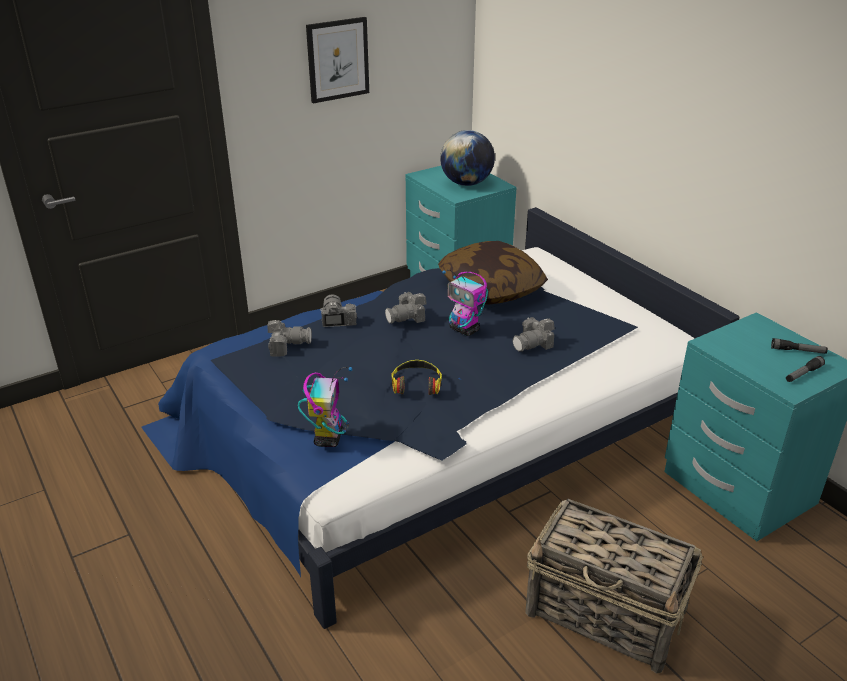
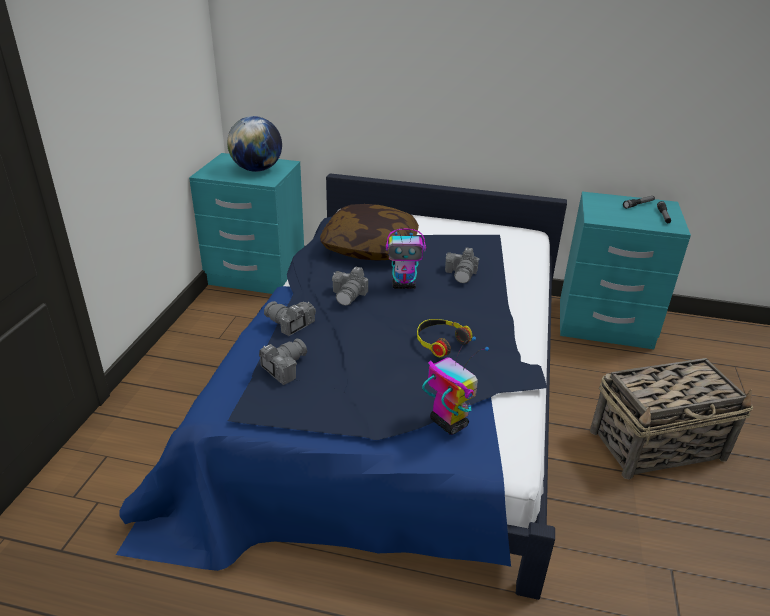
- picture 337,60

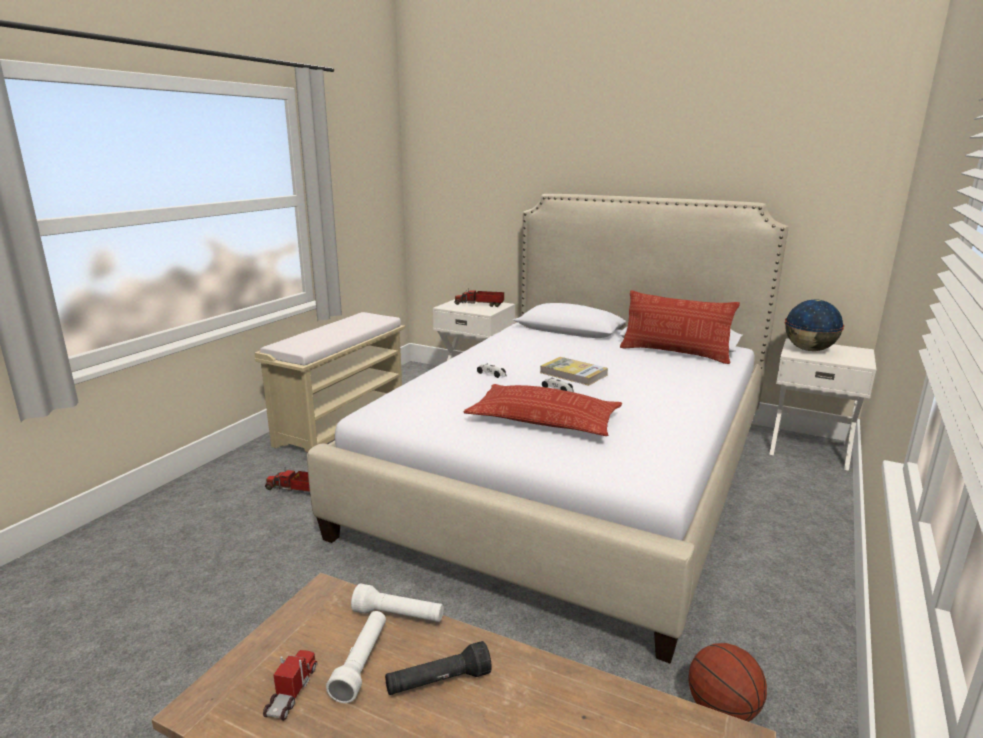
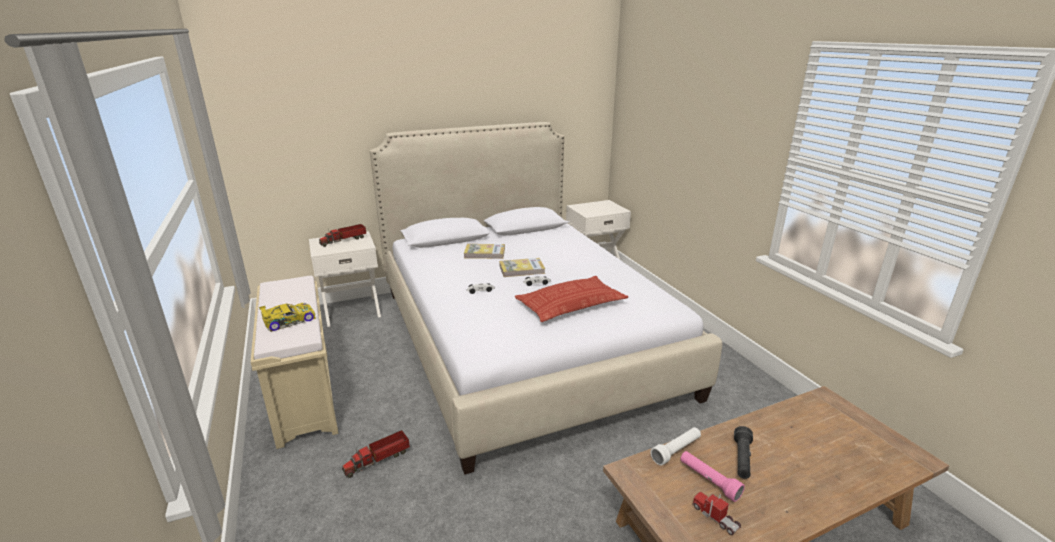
- pillow 680,327
- basketball 728,682
- globe 814,325
+ toy car 287,317
+ book 484,251
~ flashlight (white) 356,657 to flashlight (pink) 712,476

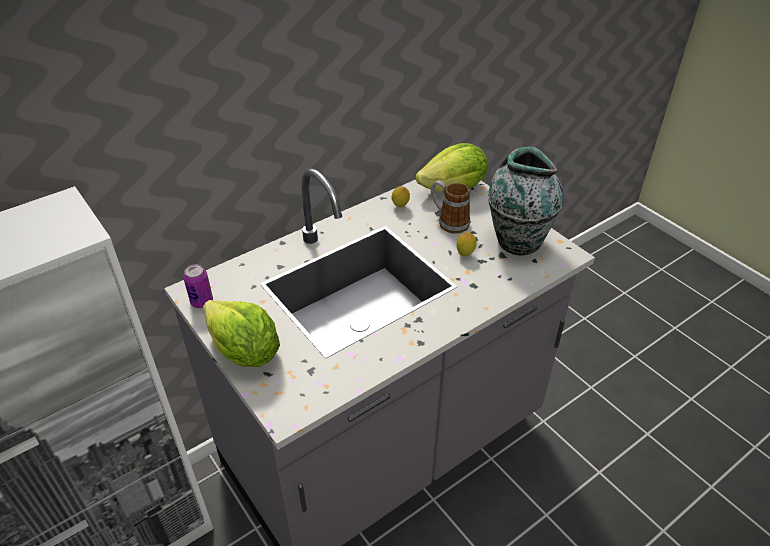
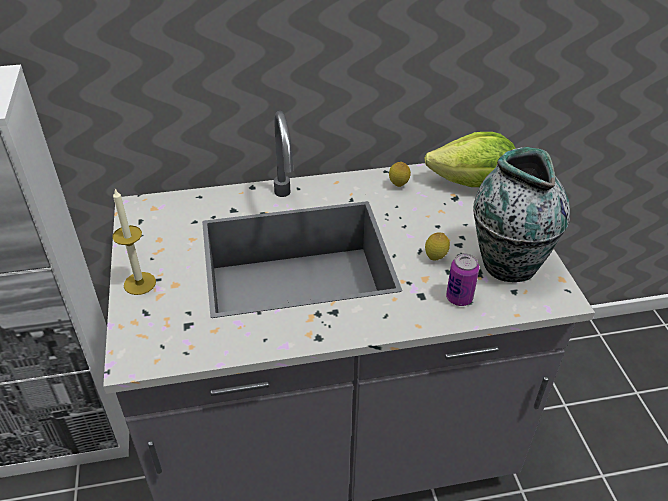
- mug 450,207
~ can 198,286 to 462,279
~ lettuce 241,333 to candle 134,242

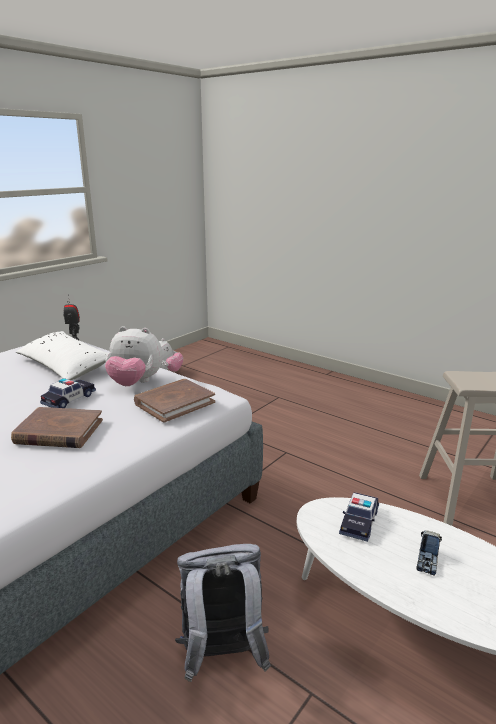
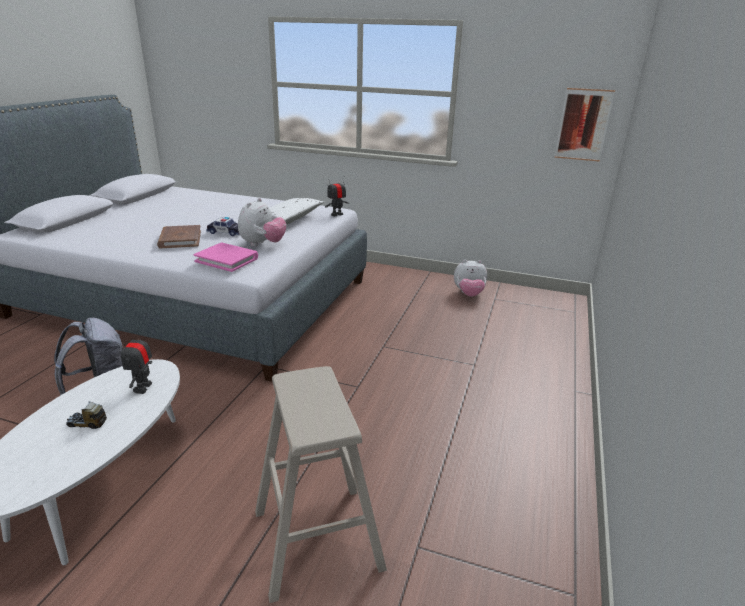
+ picture 585,125
~ toy car 359,517 to toy robot 136,360
~ book (brown) 174,401 to book (pink) 225,257
~ plush toy 134,356 = 262,222 150 degrees counterclockwise

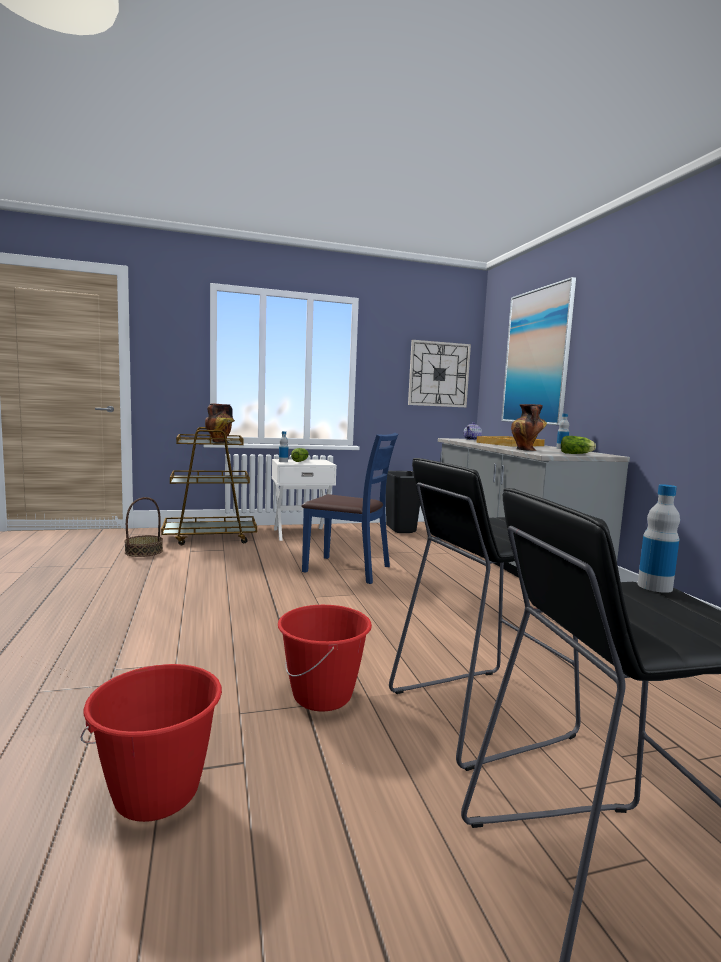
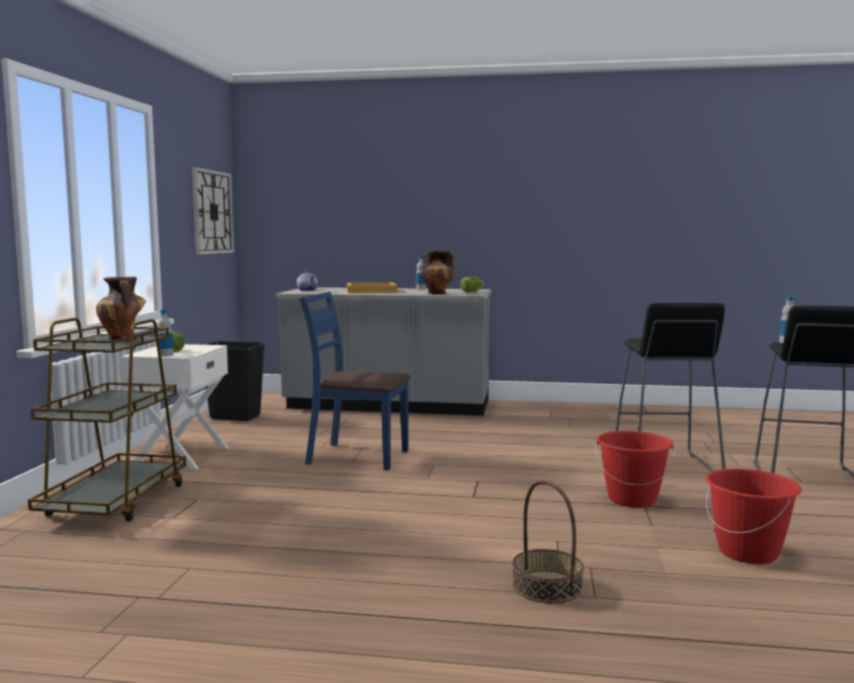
- picture 538,351
~ basket 143,527 to 548,541
~ chair (blue) 349,508 = 355,381 120 degrees counterclockwise

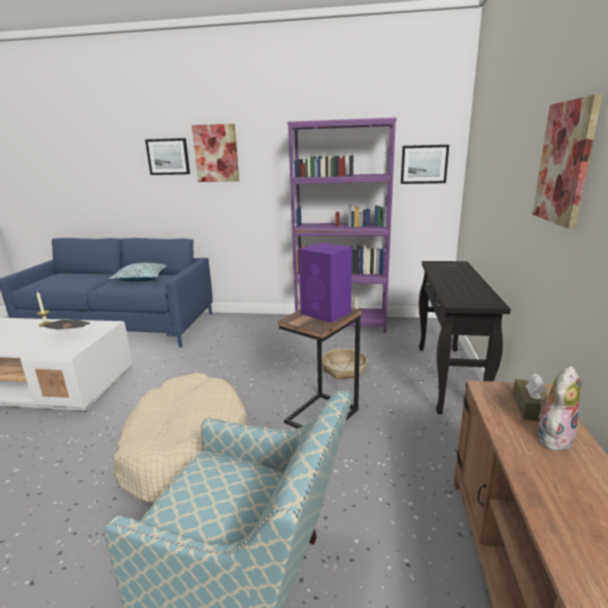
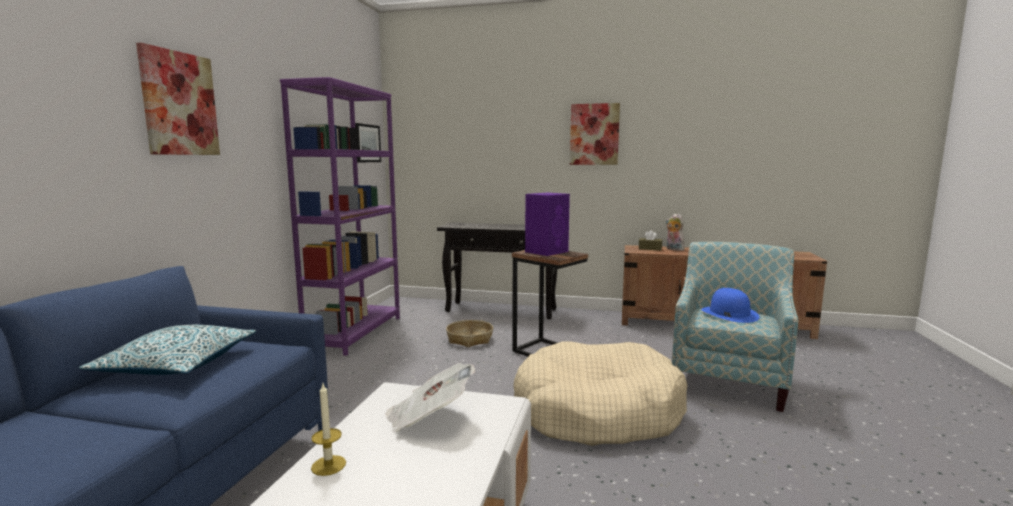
- picture 167,156
+ hat (blue) 730,305

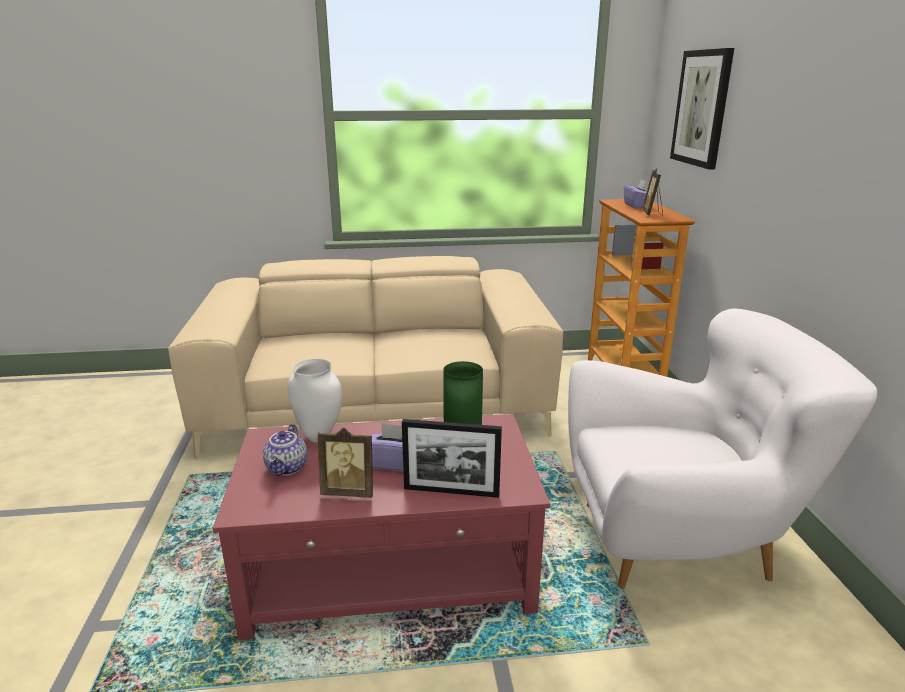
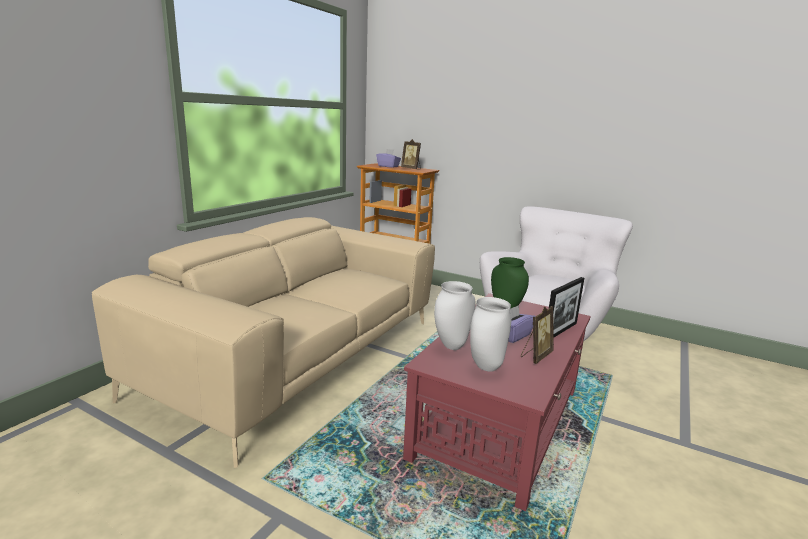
- picture 702,108
~ teapot 285,450 to vase (white) 491,334

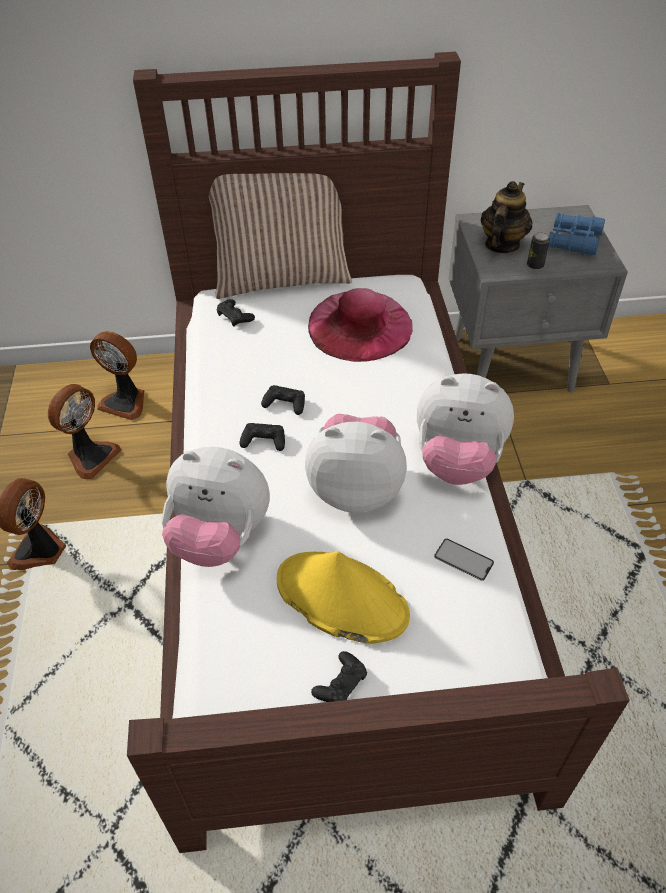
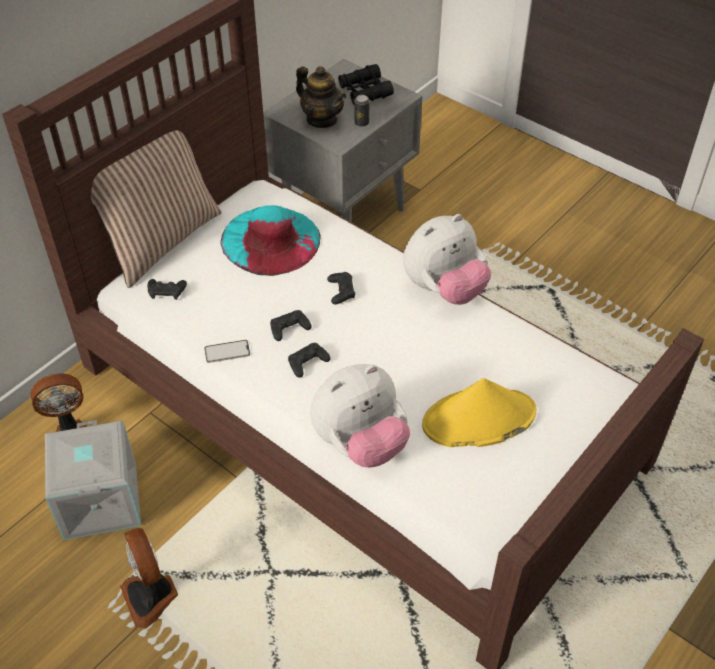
- plush toy 356,463
~ game controller (black) 339,676 to 341,288
~ phone 464,559 to 227,351
~ fan 84,431 to storage box (grey) 93,480
~ hat (pink) 360,325 to hat (turquoise) 270,240
~ binoculars (blue) 576,234 to binoculars (black) 366,84
~ teapot 507,217 = 321,97 150 degrees clockwise

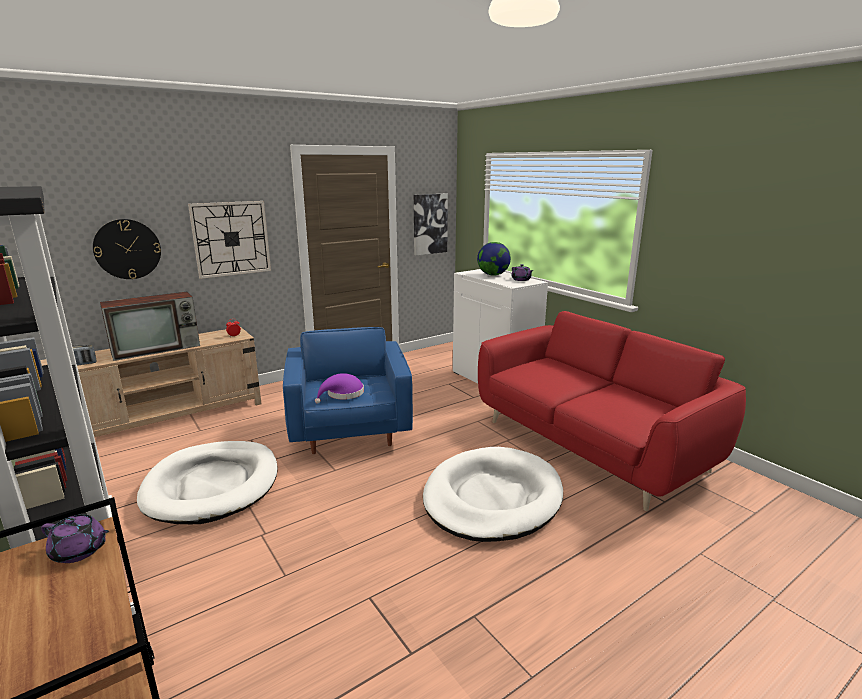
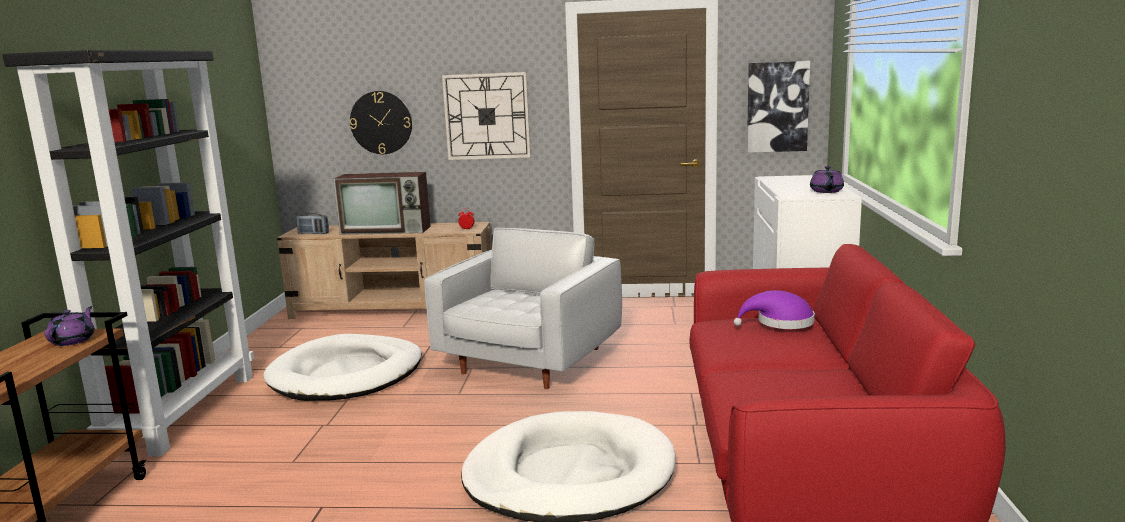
- globe 494,259
~ hat (purple) 339,388 to 774,309
~ armchair (blue) 348,390 to armchair (white) 523,308
~ teapot (purple) 75,538 = 69,326 135 degrees counterclockwise

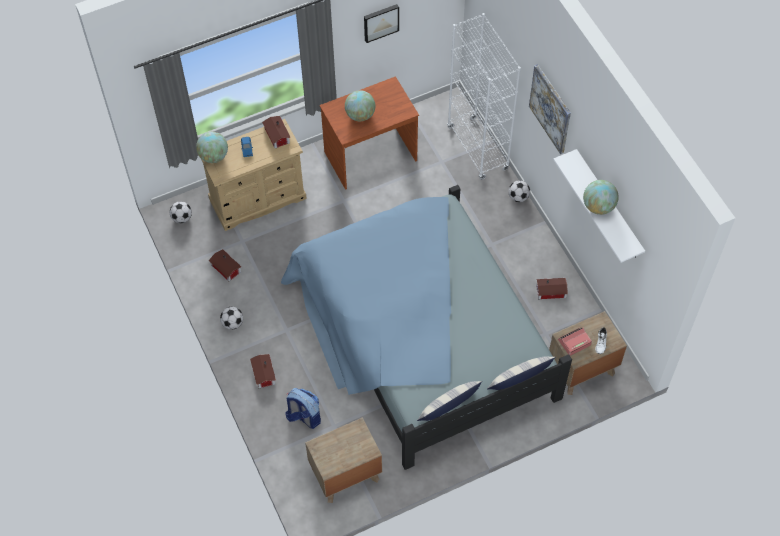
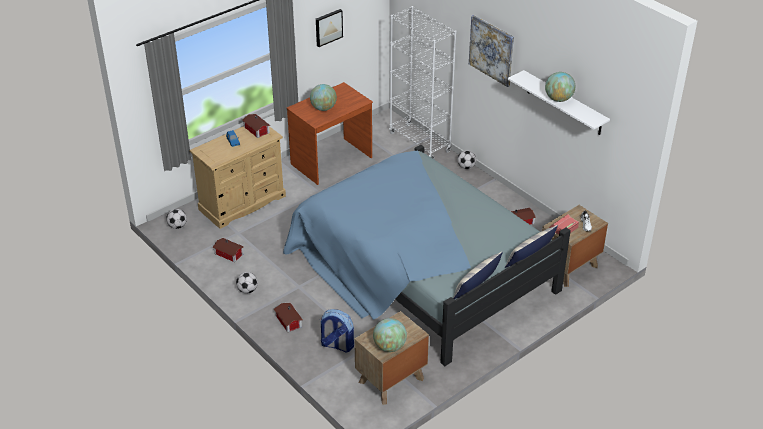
~ globe 212,147 to 390,335

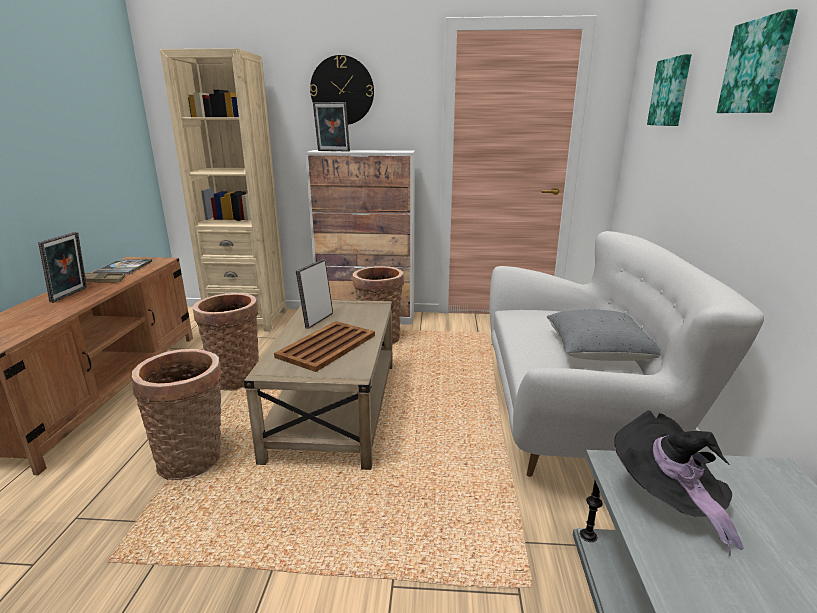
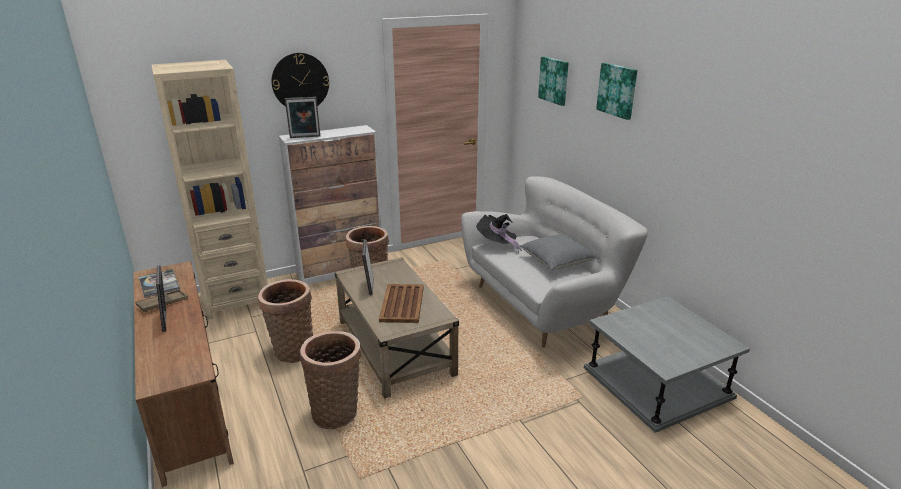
~ hat (black) 679,483 to 499,233

